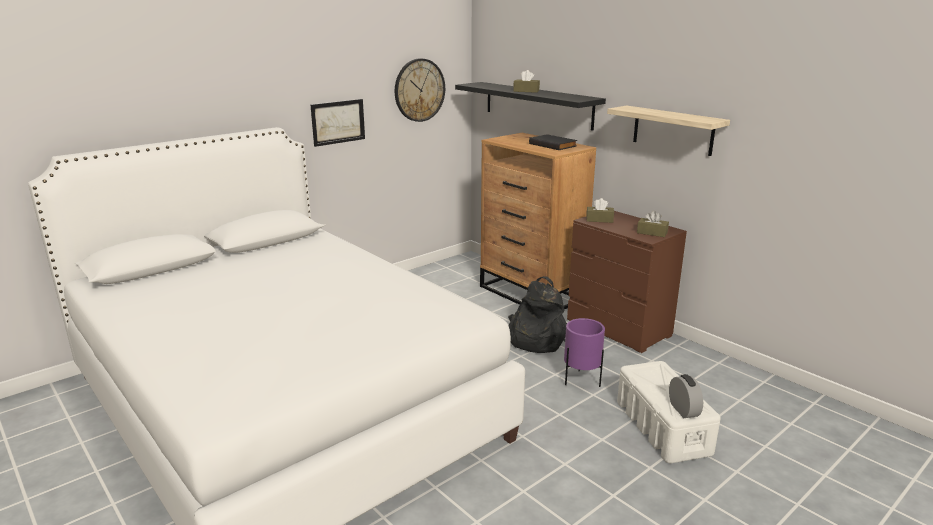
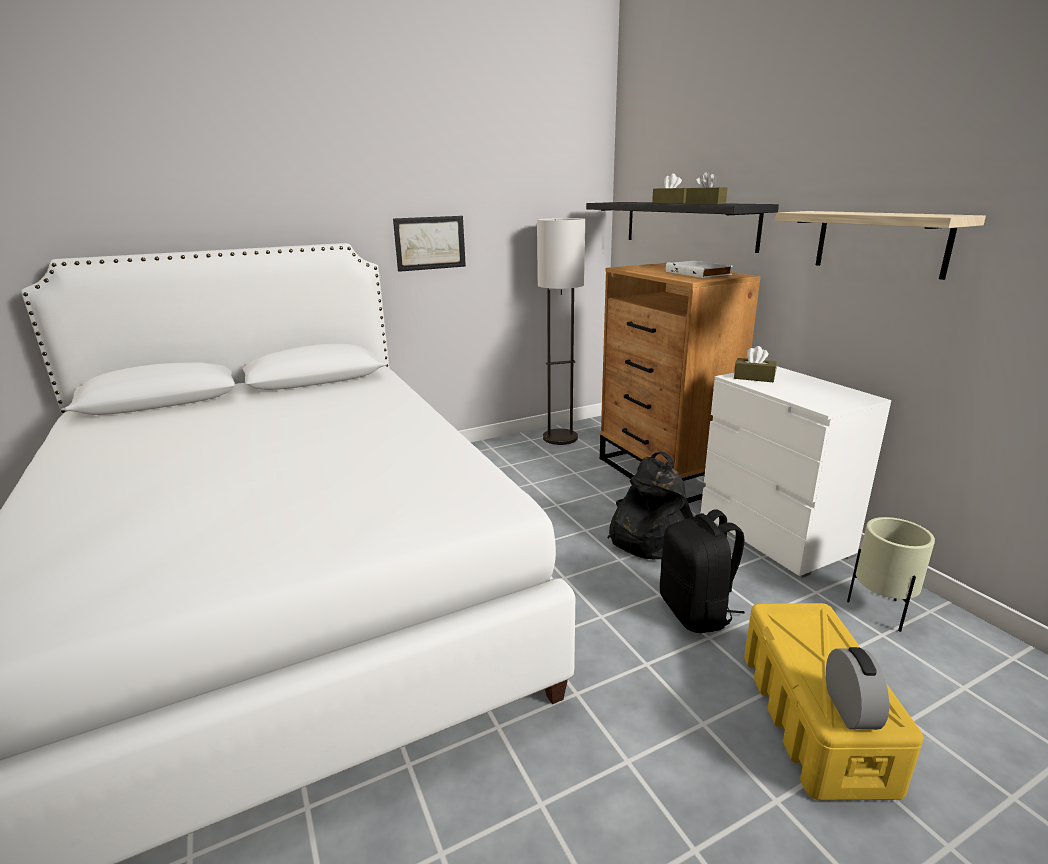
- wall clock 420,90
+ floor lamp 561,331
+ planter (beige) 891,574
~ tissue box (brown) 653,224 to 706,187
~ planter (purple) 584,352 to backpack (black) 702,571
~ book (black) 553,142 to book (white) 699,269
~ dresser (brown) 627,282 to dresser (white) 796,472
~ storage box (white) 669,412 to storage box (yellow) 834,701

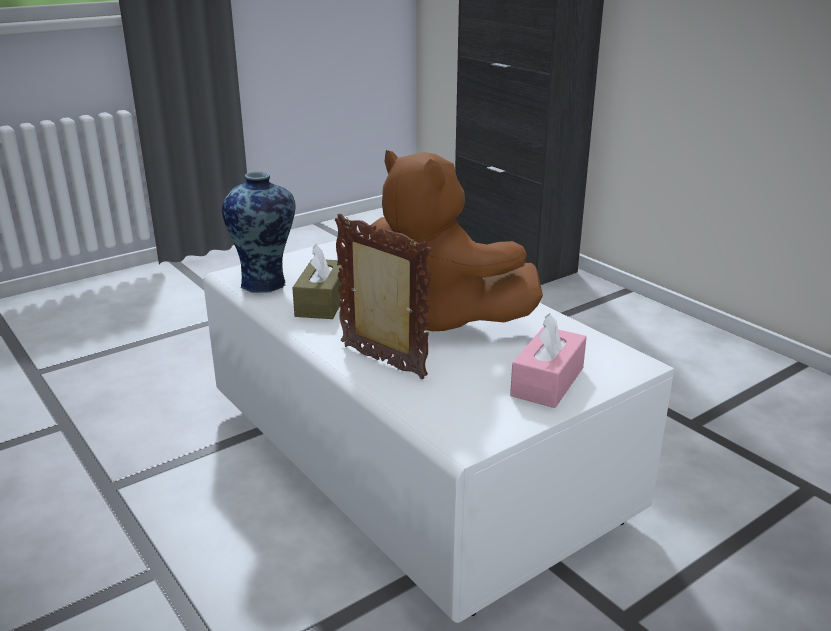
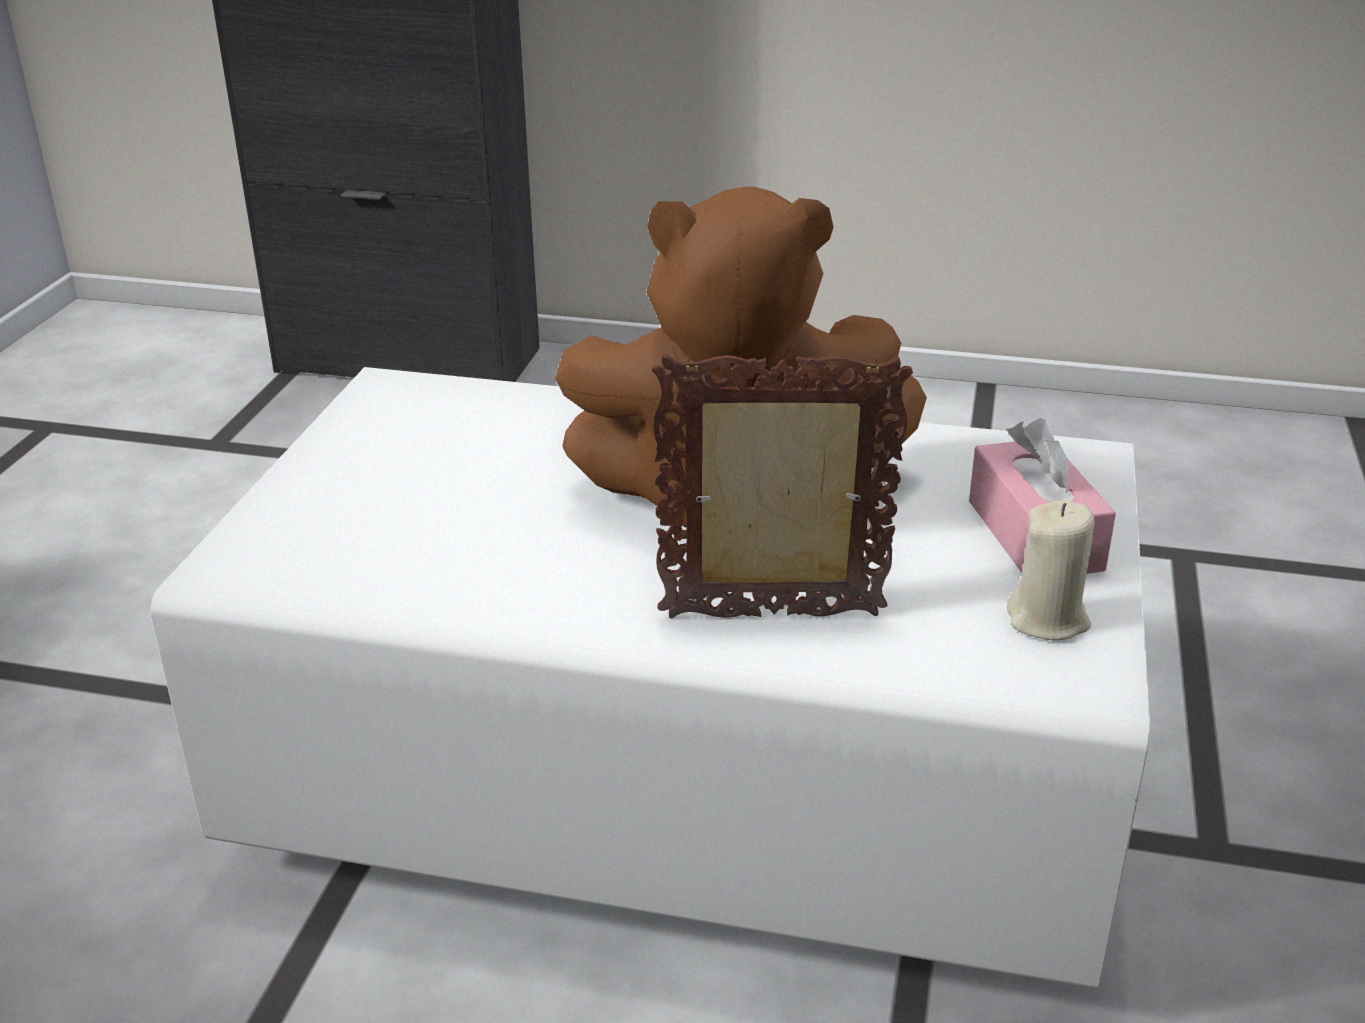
- vase 259,232
- tissue box (brown) 319,281
+ candle (beige) 1051,570

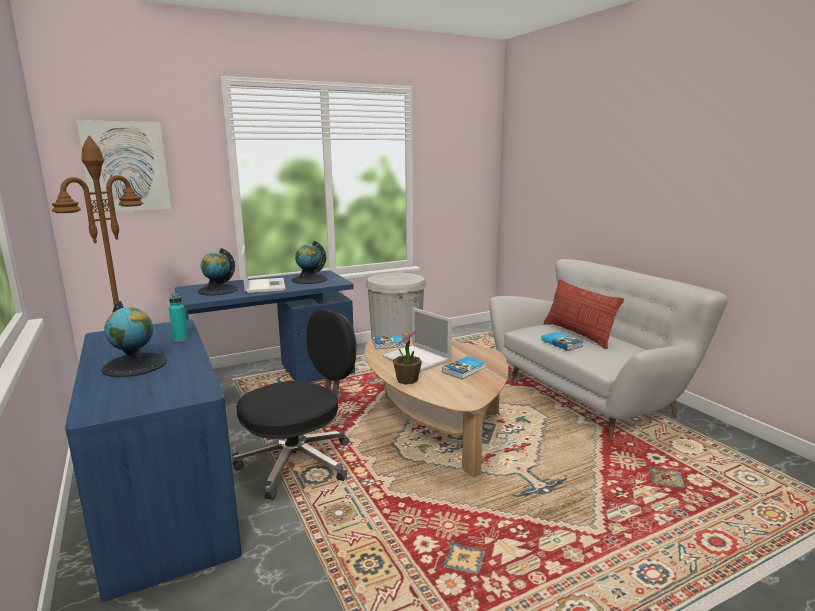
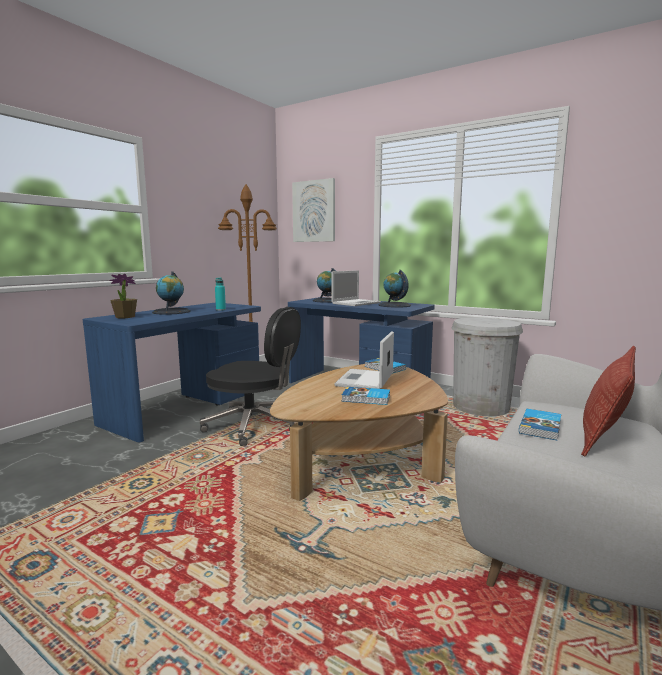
~ potted plant 407,357 to 123,296

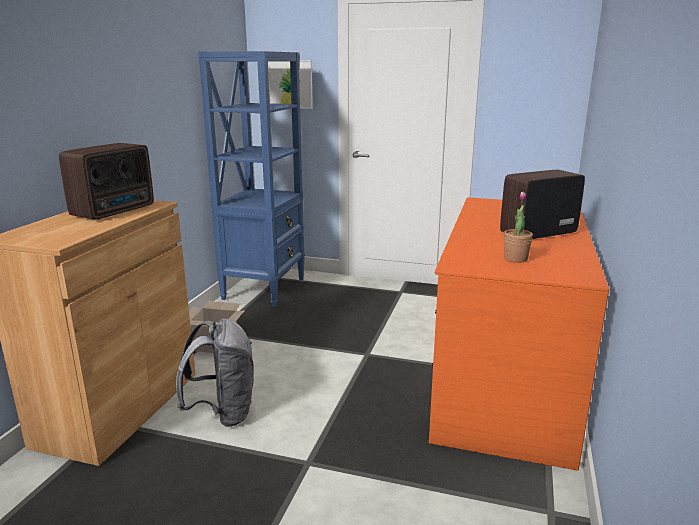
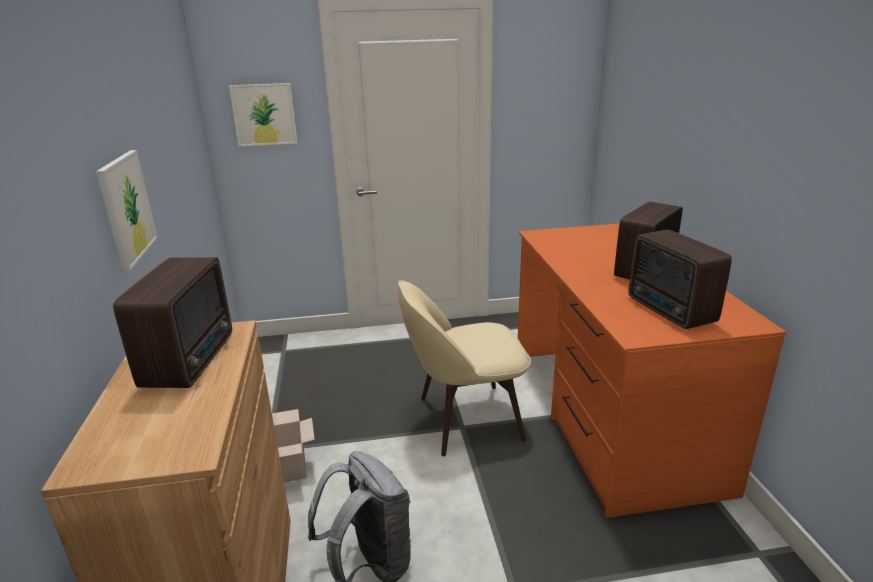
- bookcase (blue) 251,179
+ picture 126,211
+ chair (beige) 464,368
~ potted plant 518,227 to radio 680,279

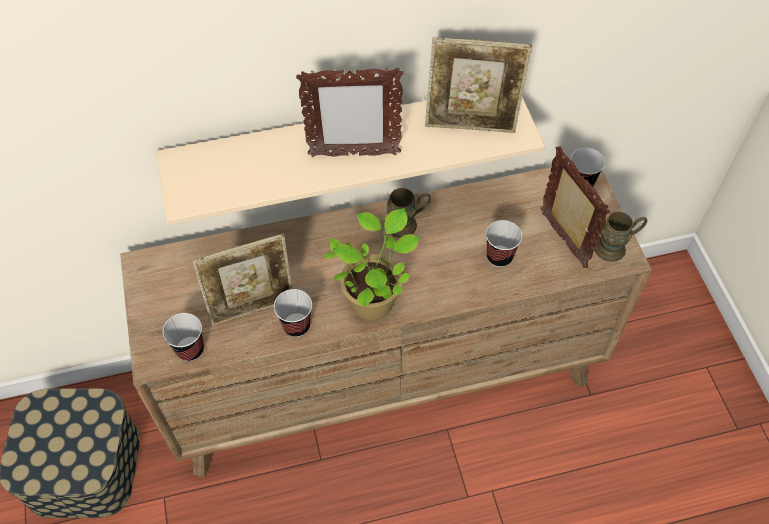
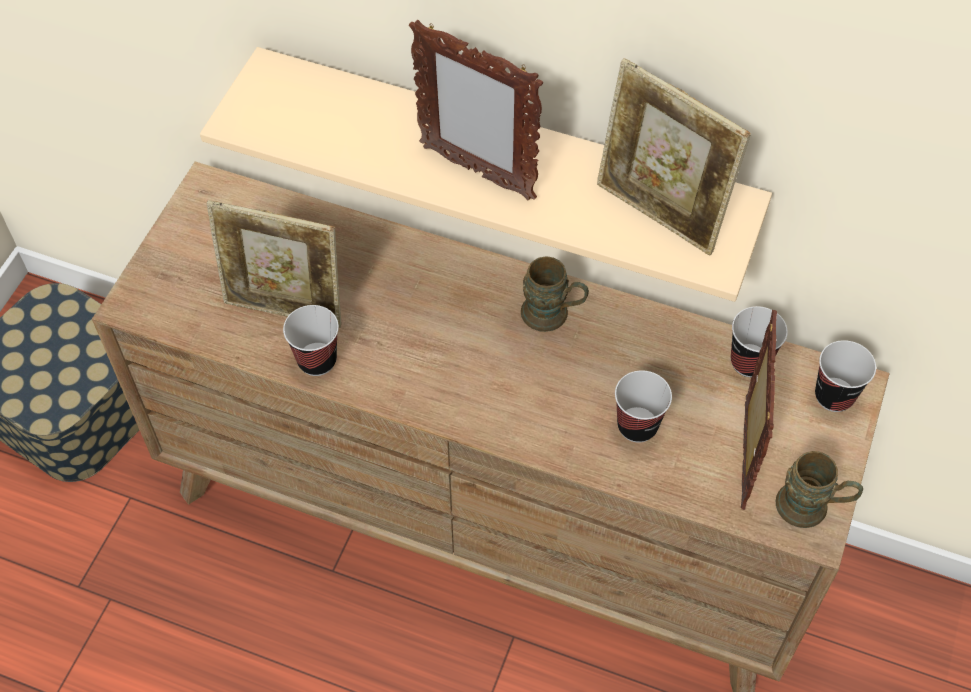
- potted plant 372,264
~ cup 183,337 to 759,341

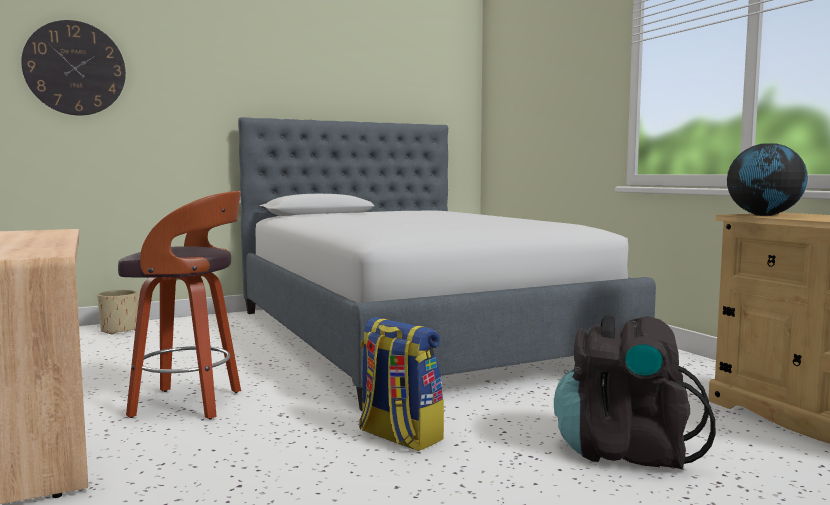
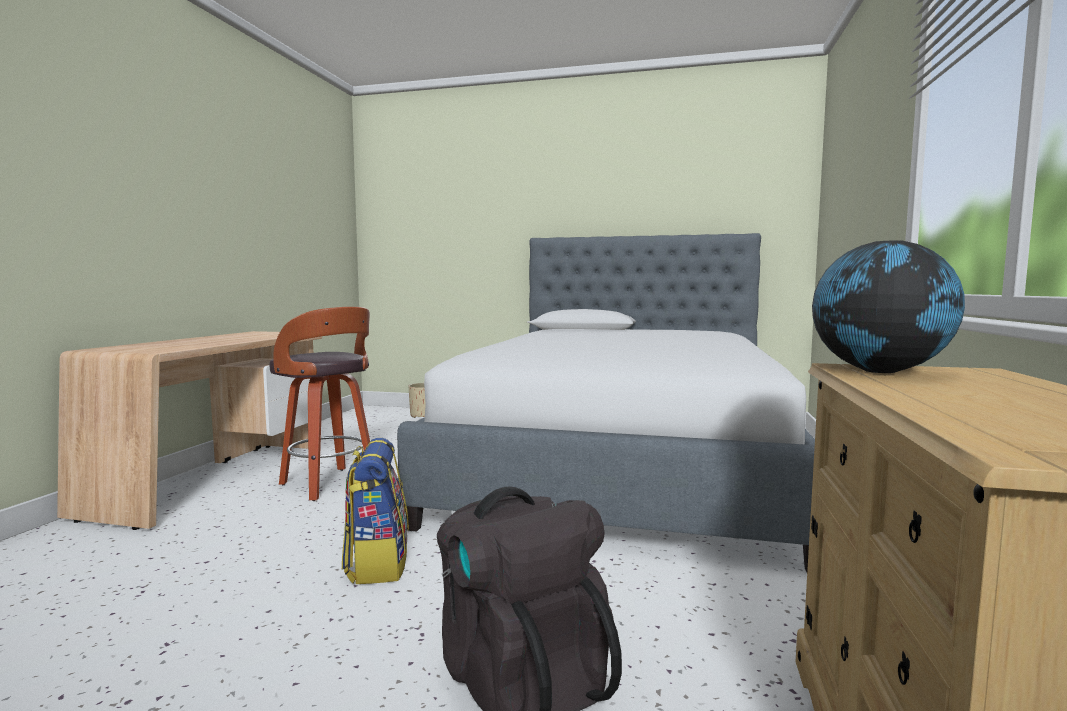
- wall clock 73,68

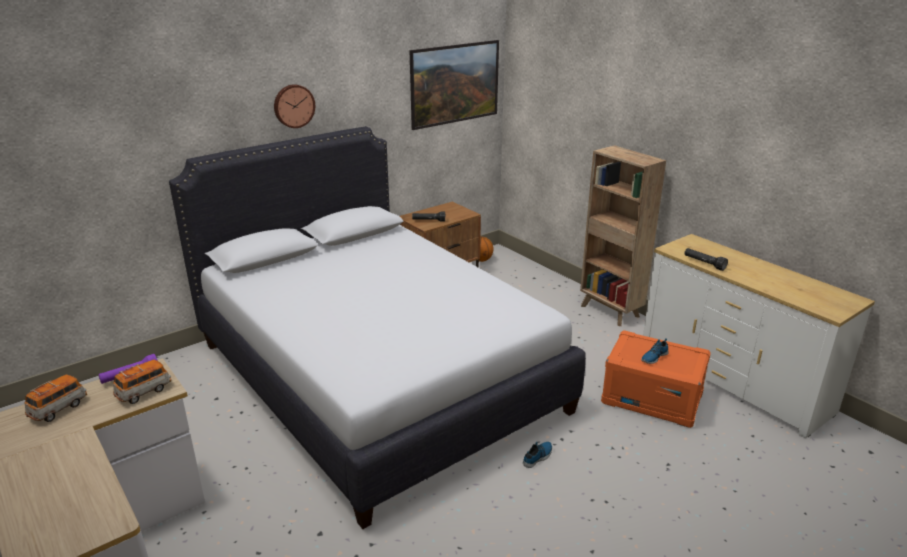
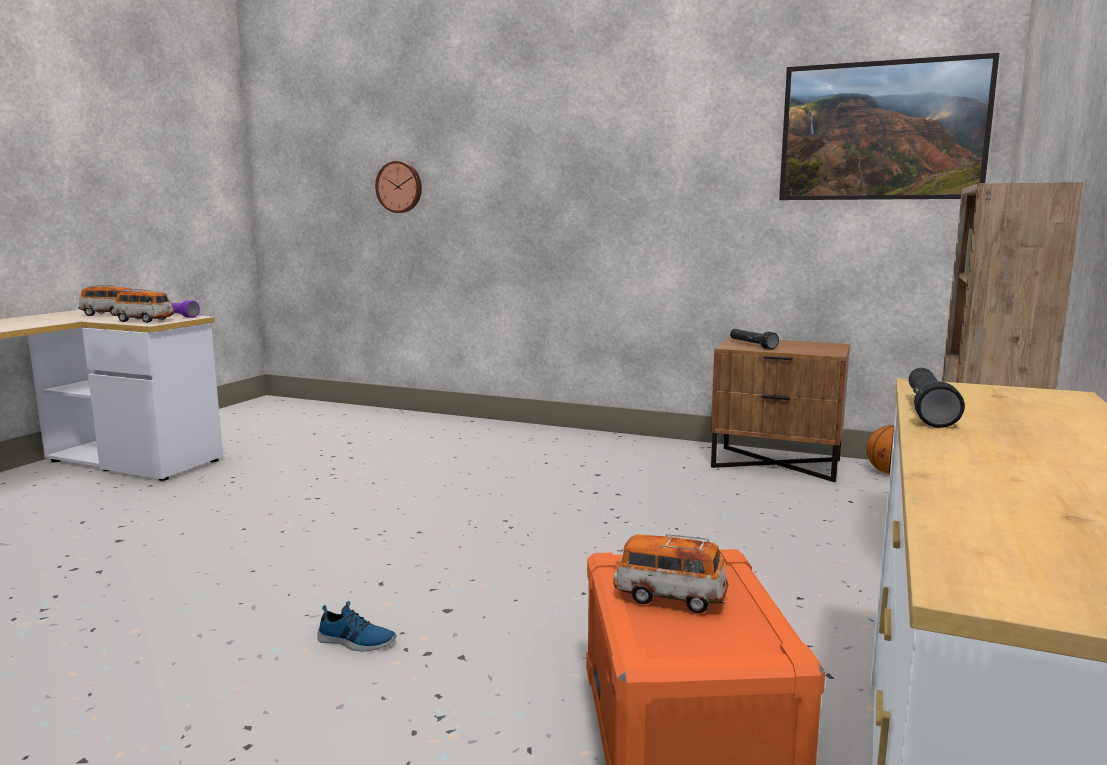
- bed (white) 377,327
~ wall clock 294,106 to 398,187
~ shoe 654,351 to toy car 670,573

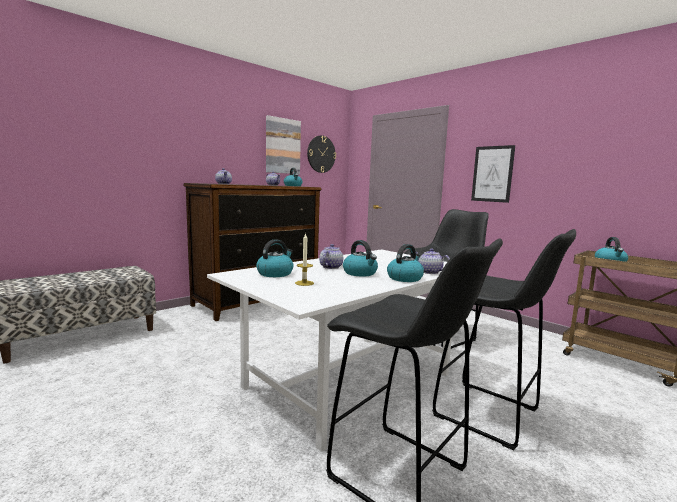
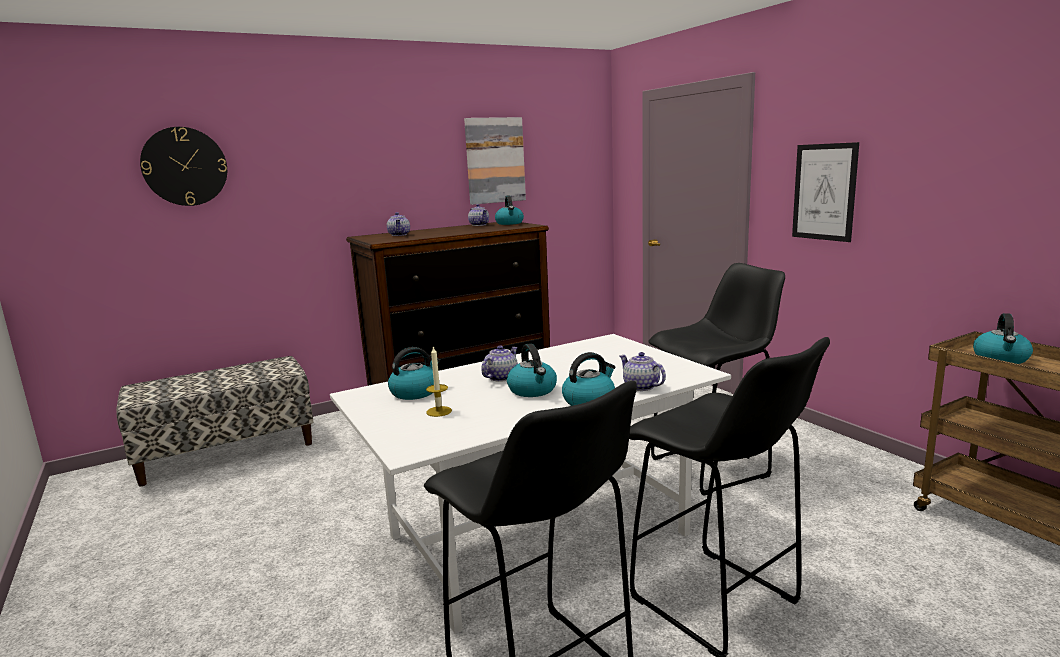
~ wall clock 321,154 to 183,166

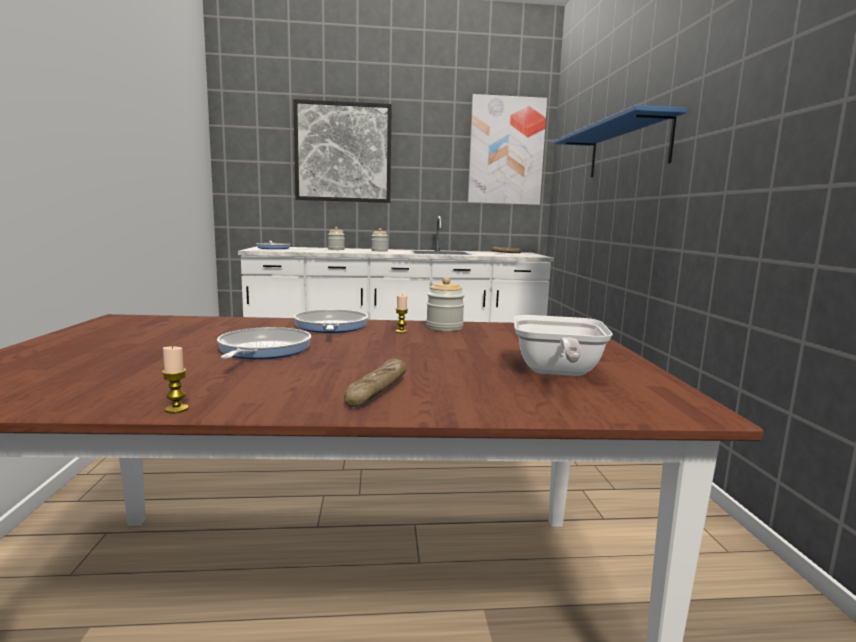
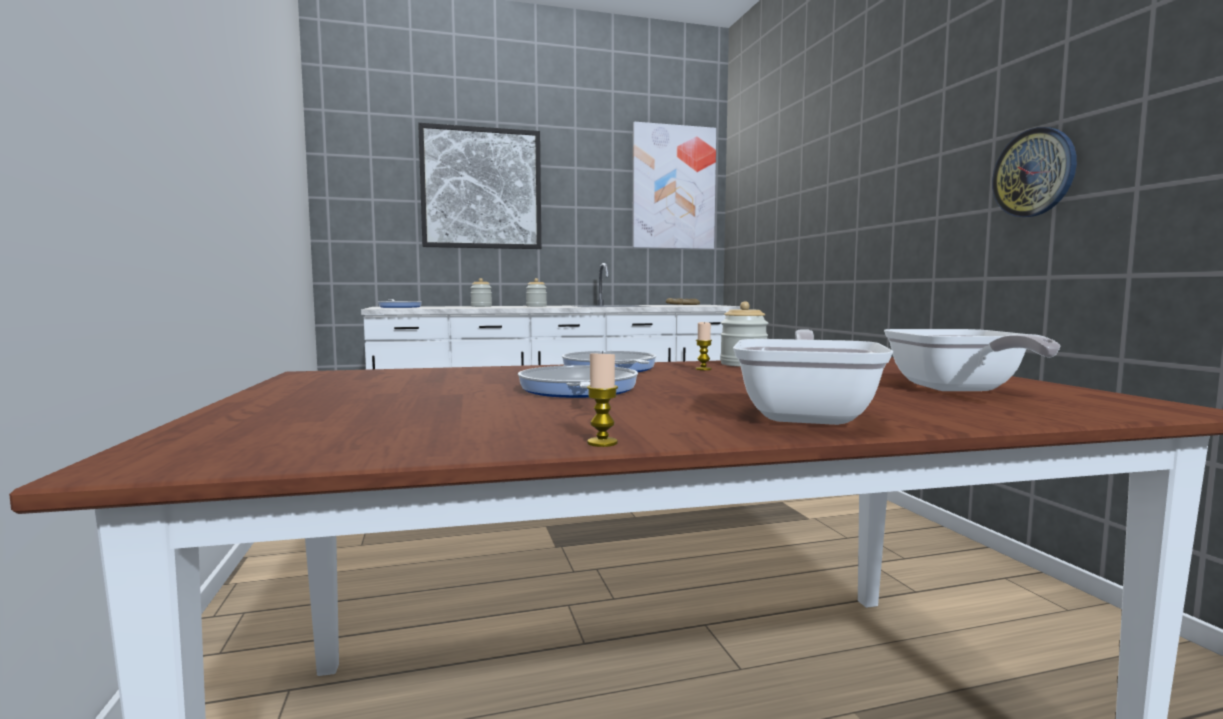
- shelf (blue) 620,141
+ wall clock 1034,172
~ bread 375,382 to frying pan 813,377

